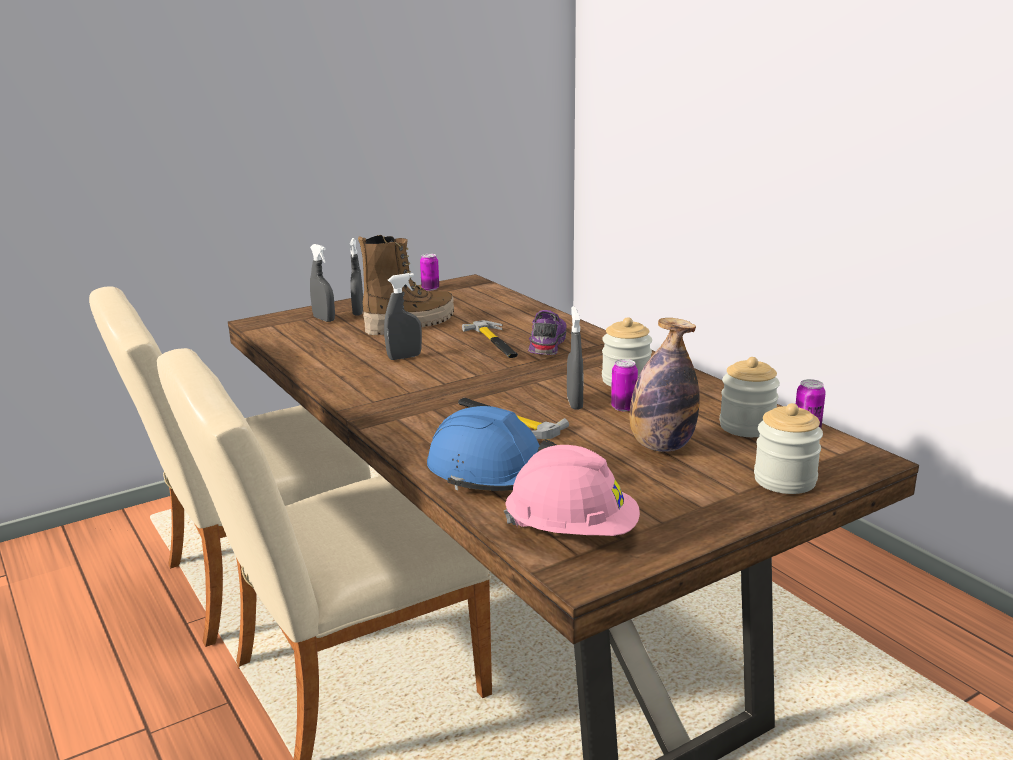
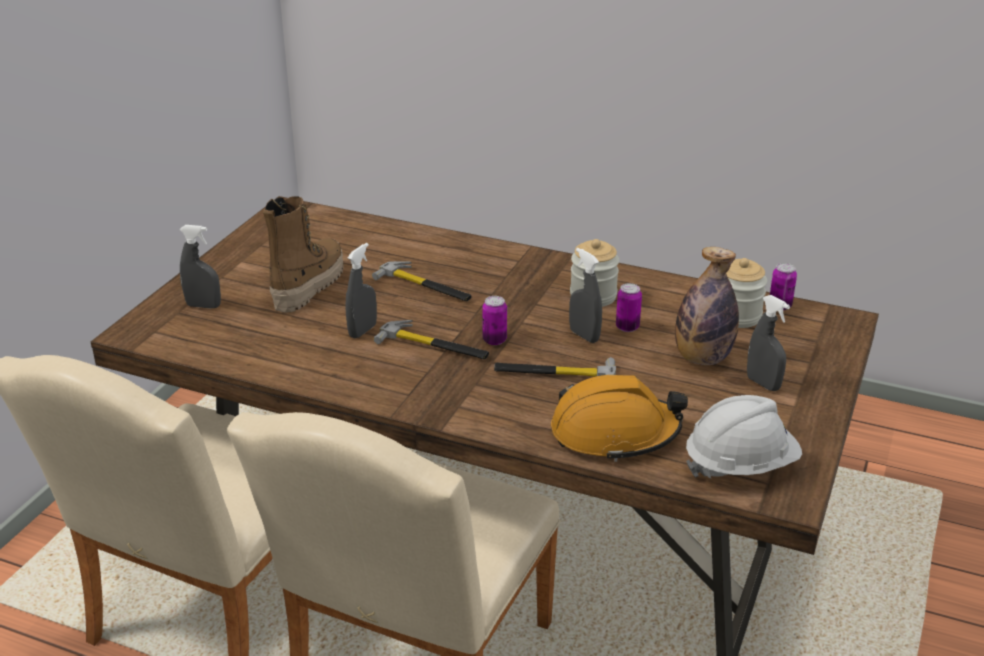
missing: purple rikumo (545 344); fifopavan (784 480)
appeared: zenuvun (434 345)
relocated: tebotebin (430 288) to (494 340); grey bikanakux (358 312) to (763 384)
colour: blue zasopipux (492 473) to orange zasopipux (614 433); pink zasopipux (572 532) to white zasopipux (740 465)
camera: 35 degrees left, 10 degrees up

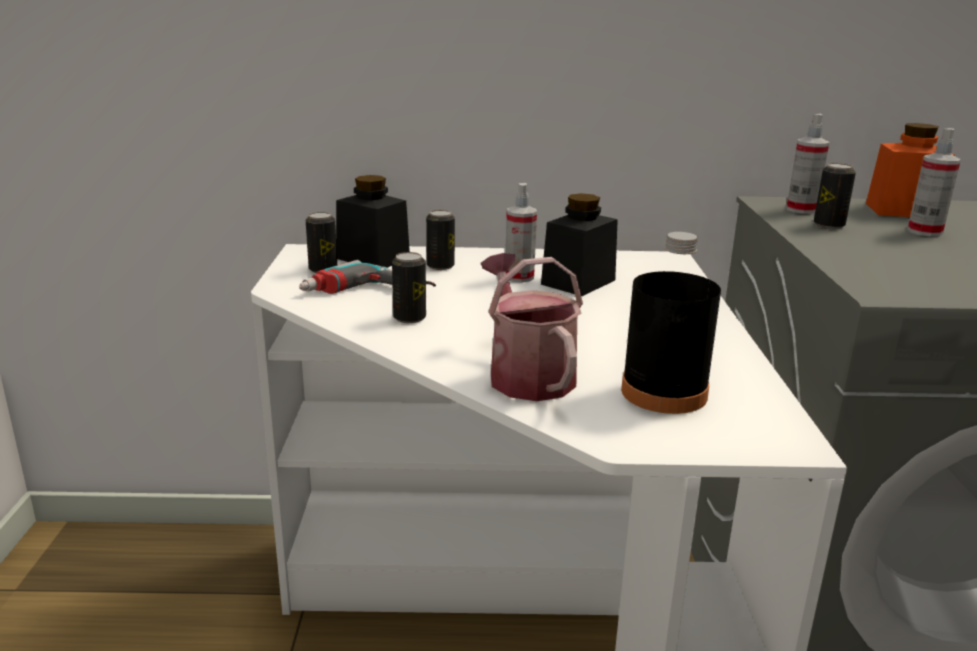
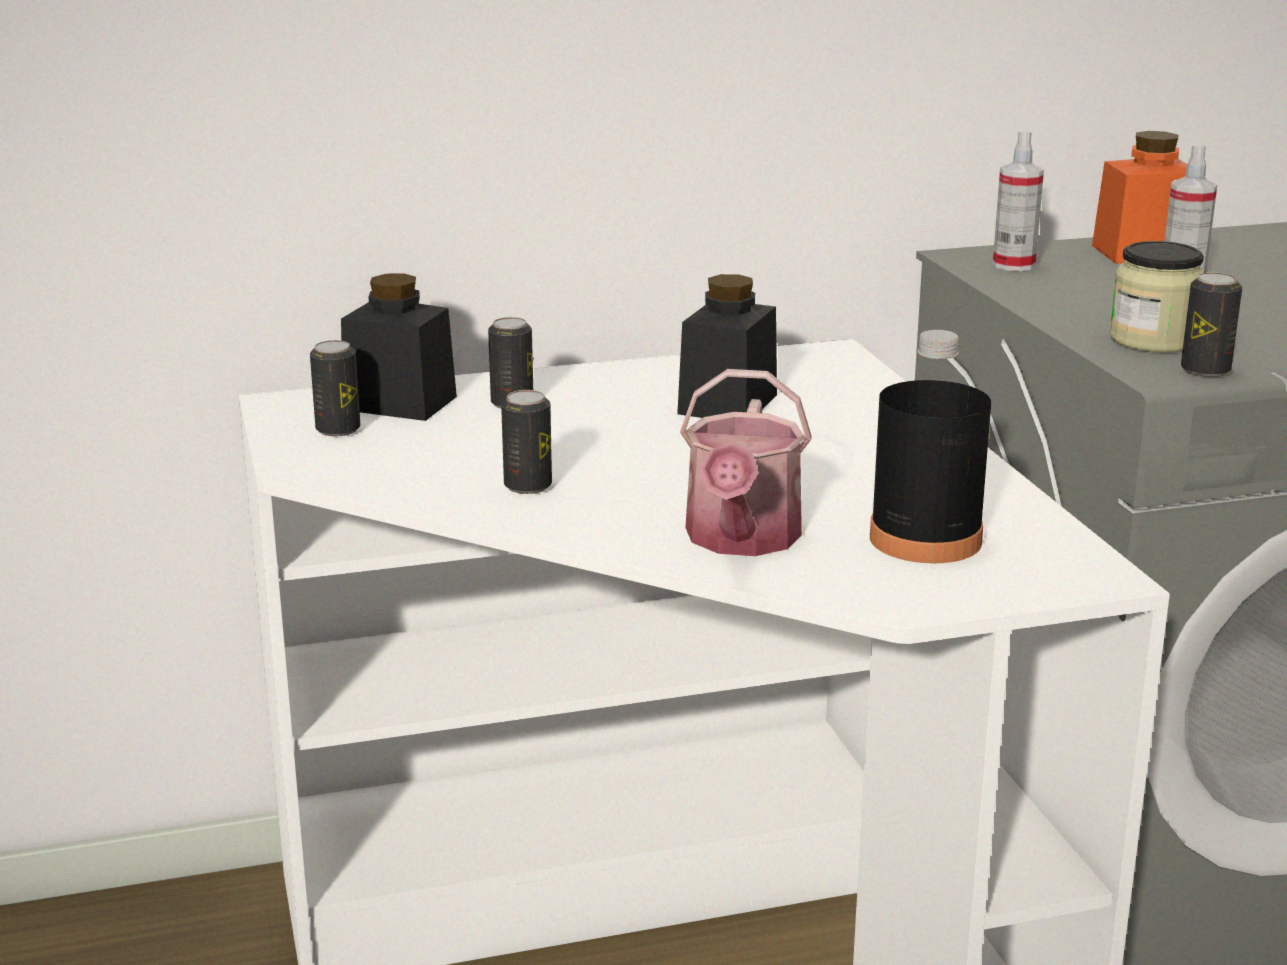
missing: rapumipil (366 294); bikanakux (519 277)
appeared: fifopavan (1153 340)
relocated: tebotebin (829 225) to (1205 370)
spun: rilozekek (526 374) = (741 540) 135 degrees counterclockwise
camera: 15 degrees left, 0 degrees up

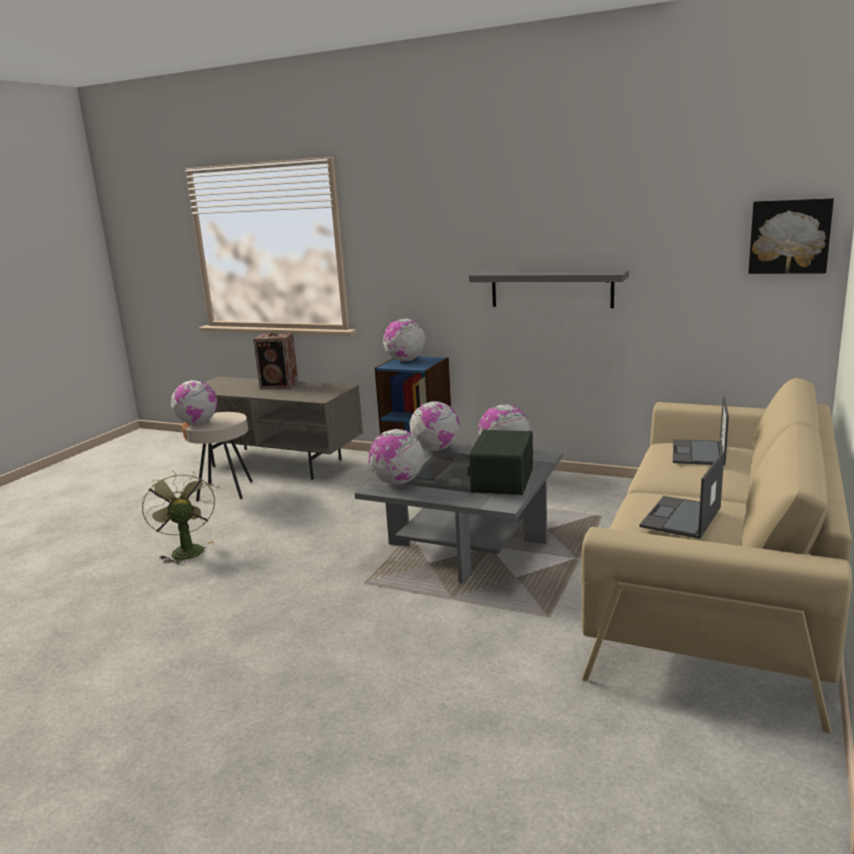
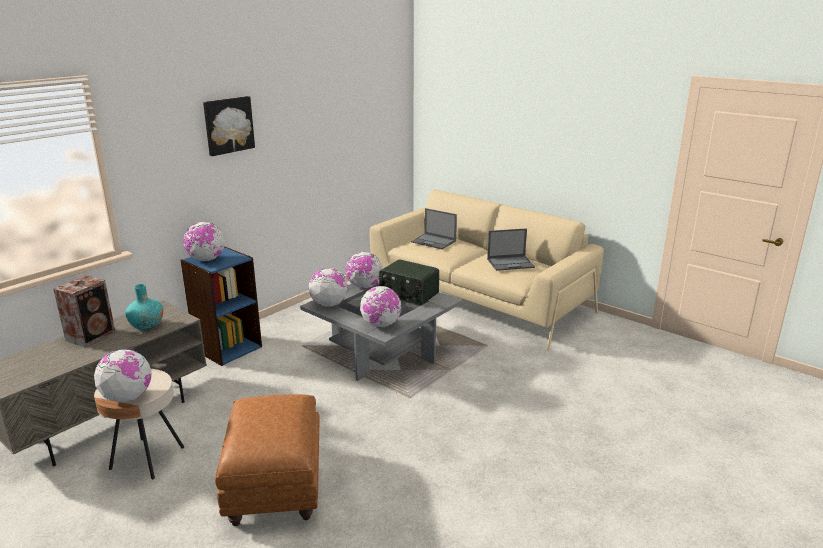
missing: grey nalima (551 289)
appeared: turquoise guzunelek (147 326)
relocated: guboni (789 236) to (228 125)
exchanged: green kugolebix (185 550) to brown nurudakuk (276 486)
spun: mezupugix (681 518) = (511 263) 60 degrees counterclockwise
camera: 75 degrees left, 5 degrees up

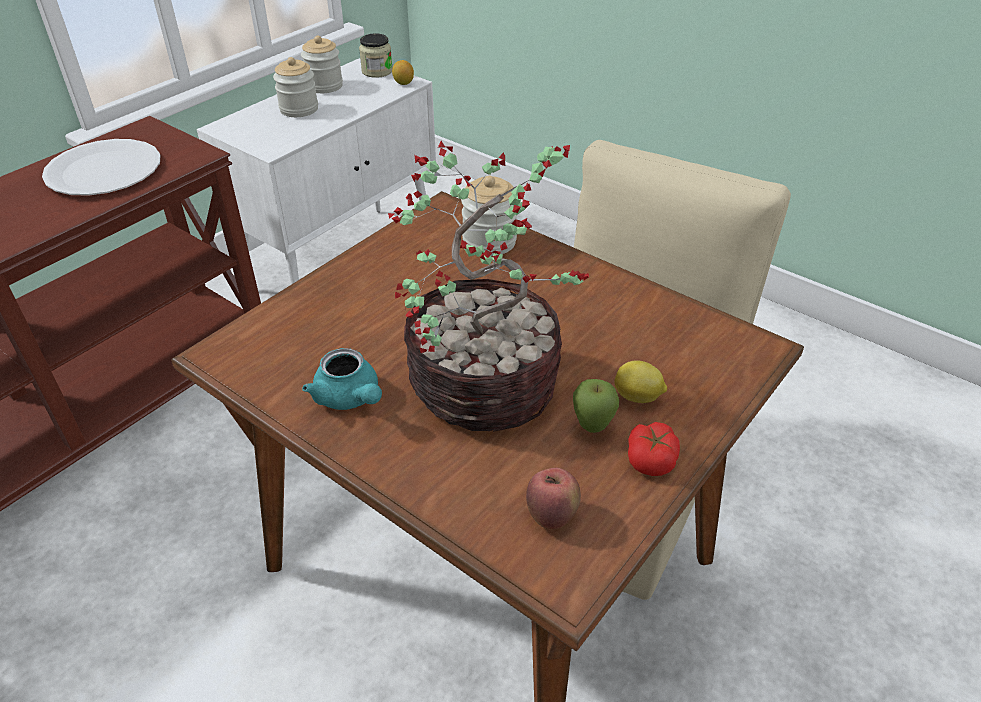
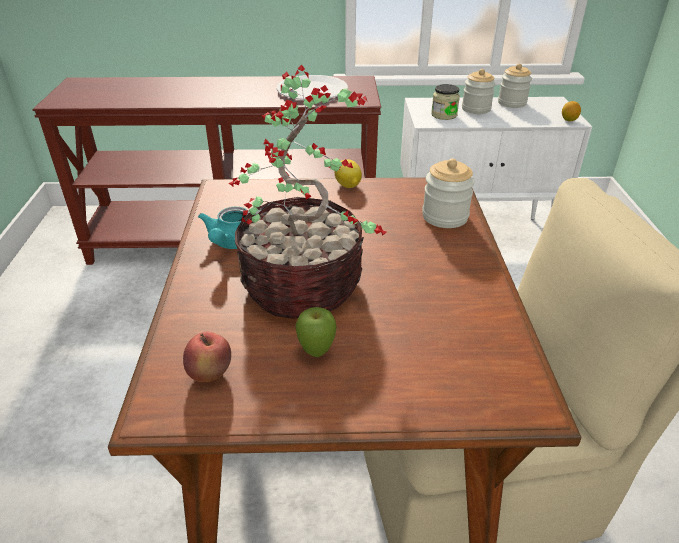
missing: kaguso (651 459)
relocated: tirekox (638 397) to (348 186); fifopavan (377 71) to (444 115)
camera: 50 degrees right, 5 degrees down

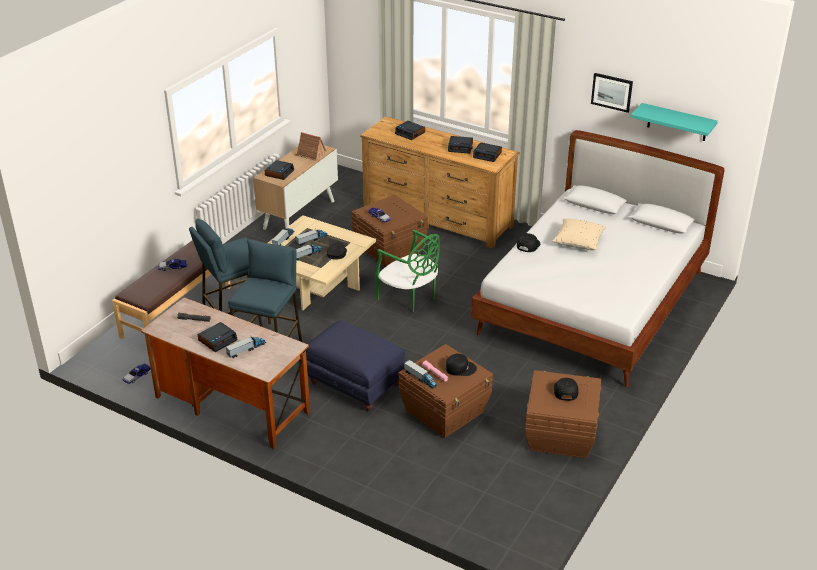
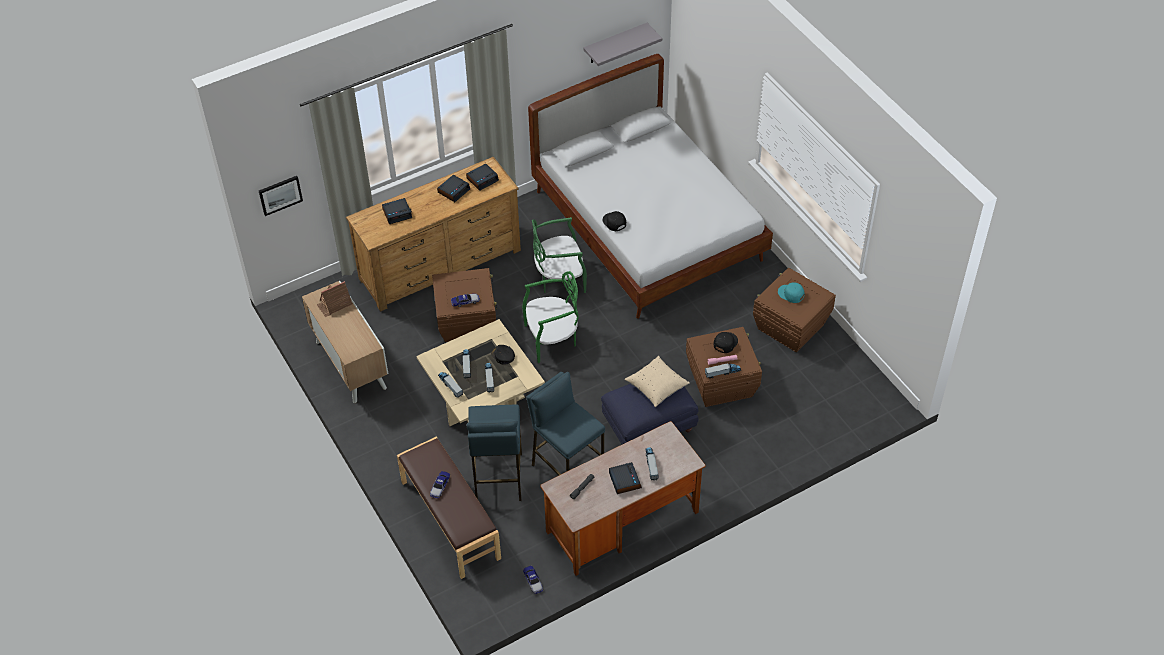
missing: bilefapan (279 173)
appeared: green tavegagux (559 278)
relocated: guboni (612 92) to (280 195); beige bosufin (578 242) to (656 387)
colour: turquoise nalima (677 122) to grey nalima (615 43); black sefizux (565 390) to turquoise sefizux (791 294)
camera: 60 degrees left, 15 degrees up

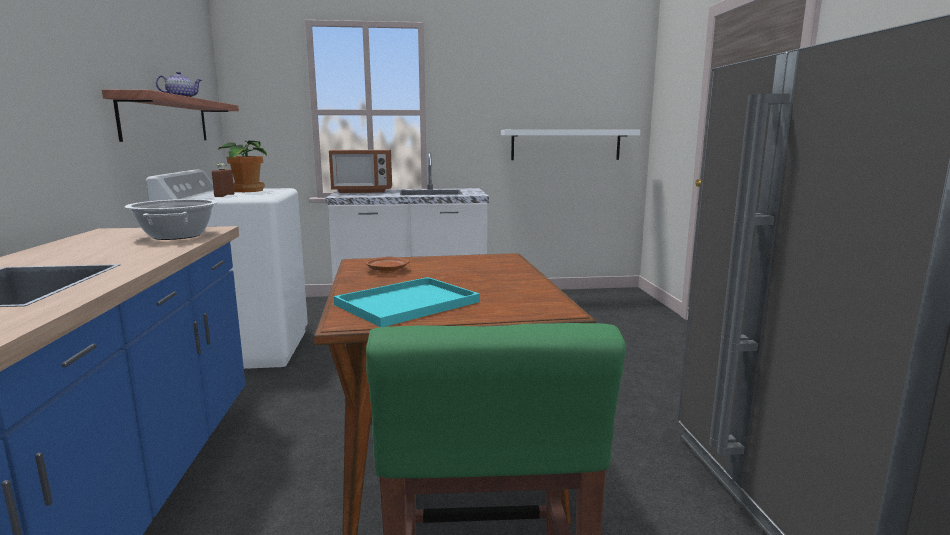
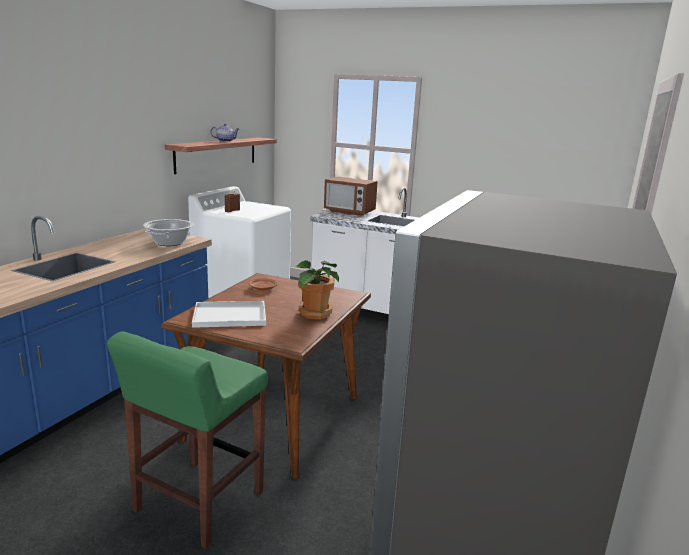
missing: white nalima (566 145)
relocated: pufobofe (246 191) to (314 314)
colour: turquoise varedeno (408 302) to white varedeno (231 315)
camera: 30 degrees right, 5 degrees up

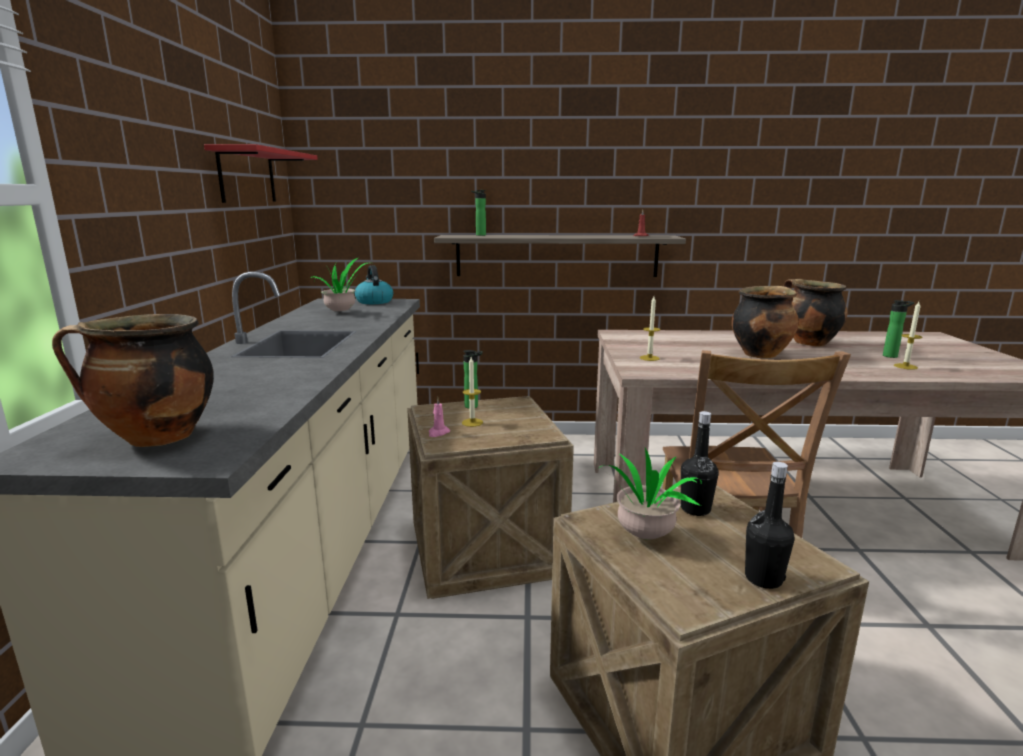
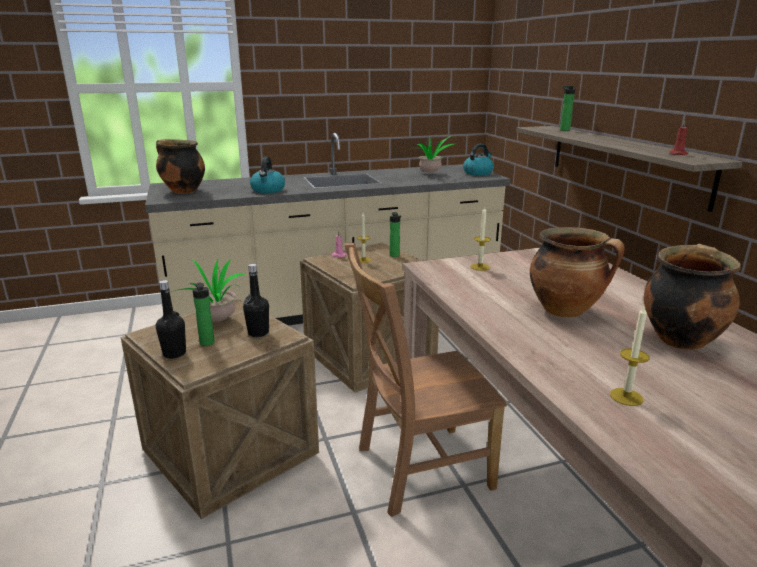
missing: red nalima (247 176)
appeared: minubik (268 190)
relocated: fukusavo (892 356) to (207 344)
camera: 70 degrees right, 5 degrees up

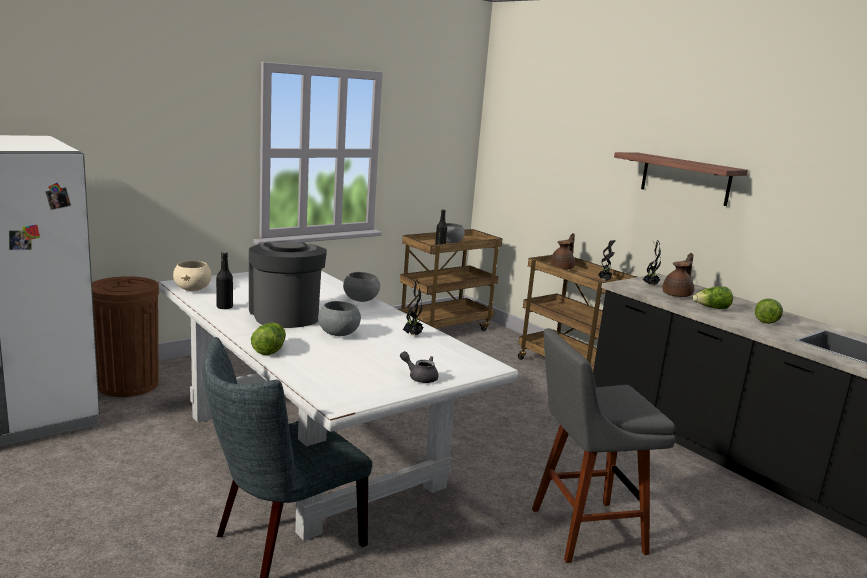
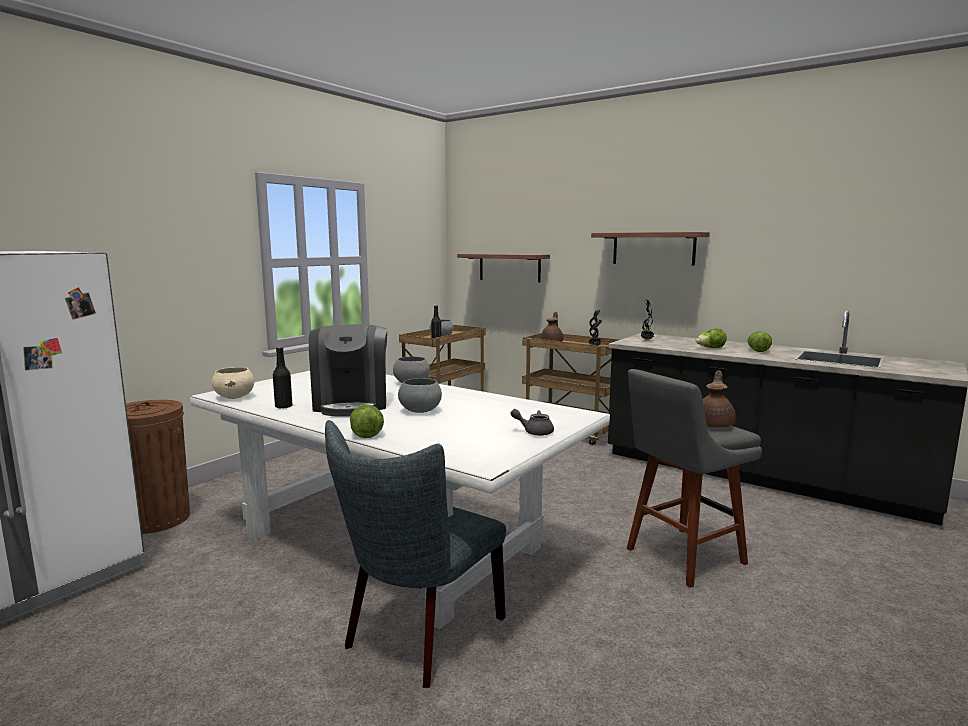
missing: pufobofe (412 335)
appeared: nalima (509 267)
relocated: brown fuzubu (678 295) to (715 425)
spun: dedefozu (285 314) = (351 404) 150 degrees counterclockwise
camera: 15 degrees left, 5 degrees down

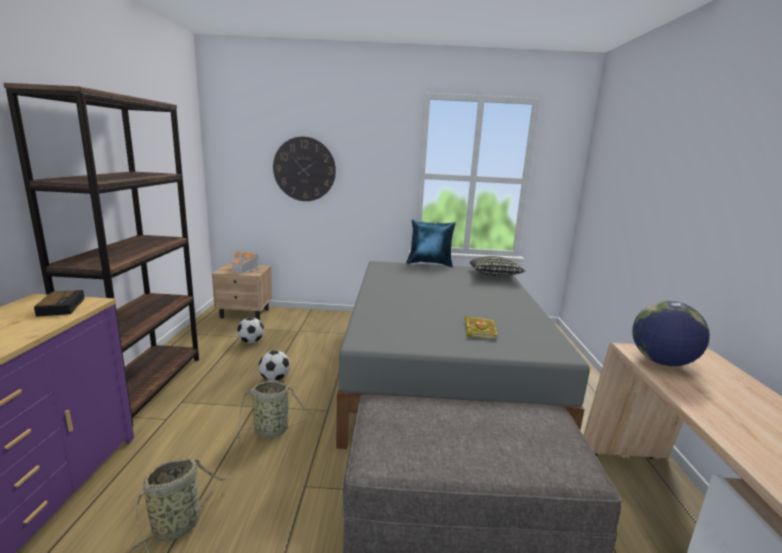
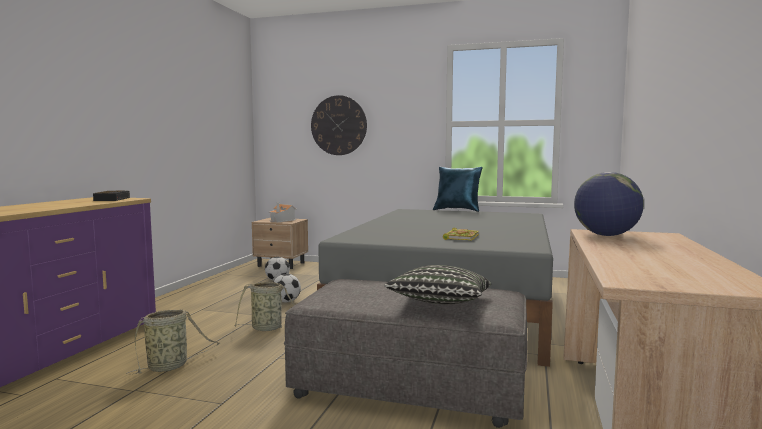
missing: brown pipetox (144 387)
relocated: bosufin (494 276) to (440 304)
camera: 15 degrees right, 10 degrees down

